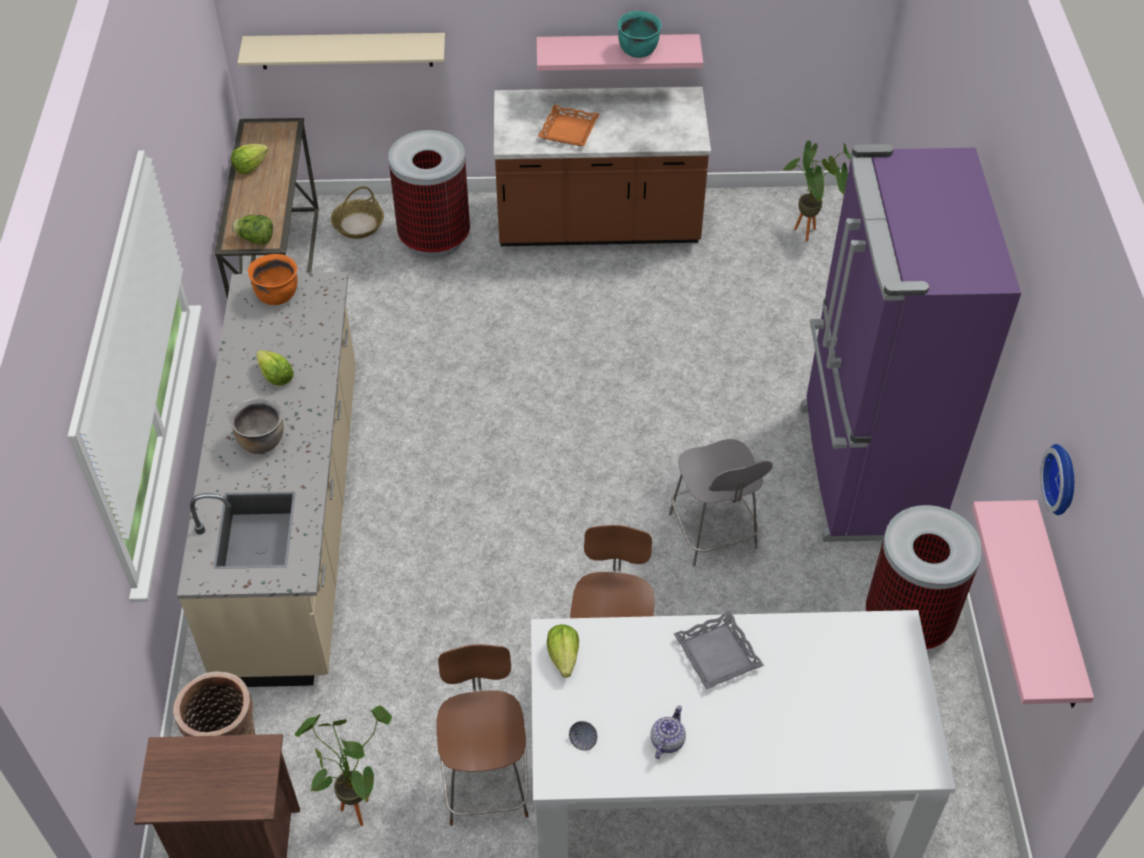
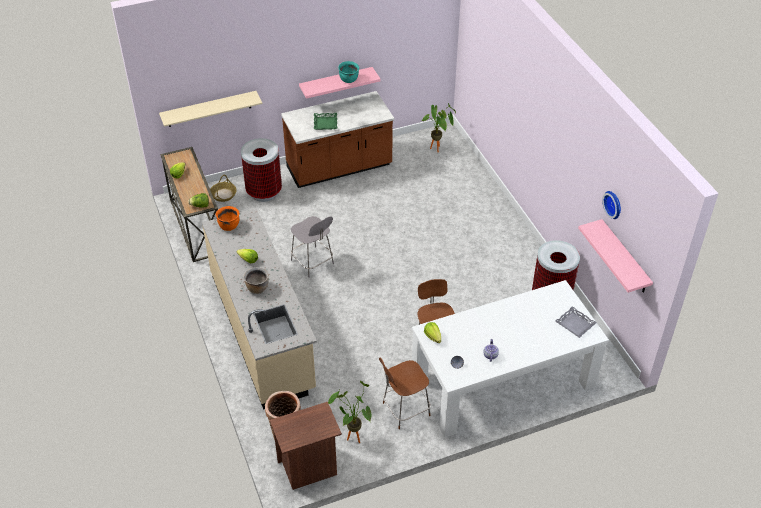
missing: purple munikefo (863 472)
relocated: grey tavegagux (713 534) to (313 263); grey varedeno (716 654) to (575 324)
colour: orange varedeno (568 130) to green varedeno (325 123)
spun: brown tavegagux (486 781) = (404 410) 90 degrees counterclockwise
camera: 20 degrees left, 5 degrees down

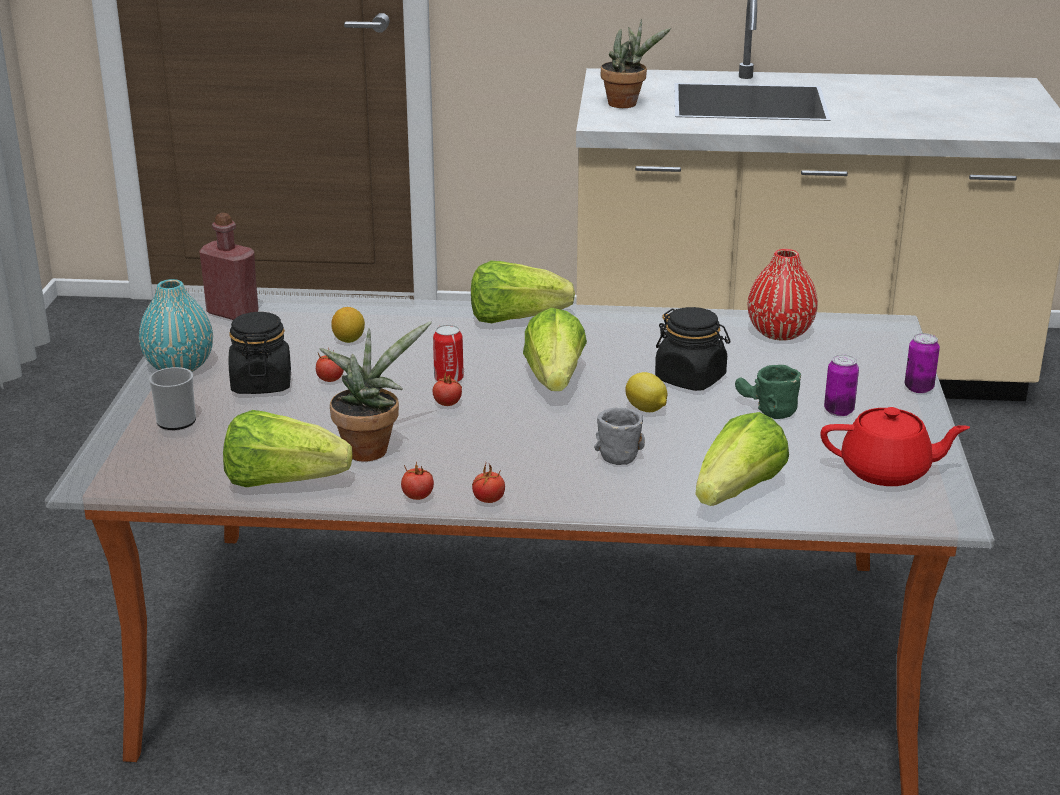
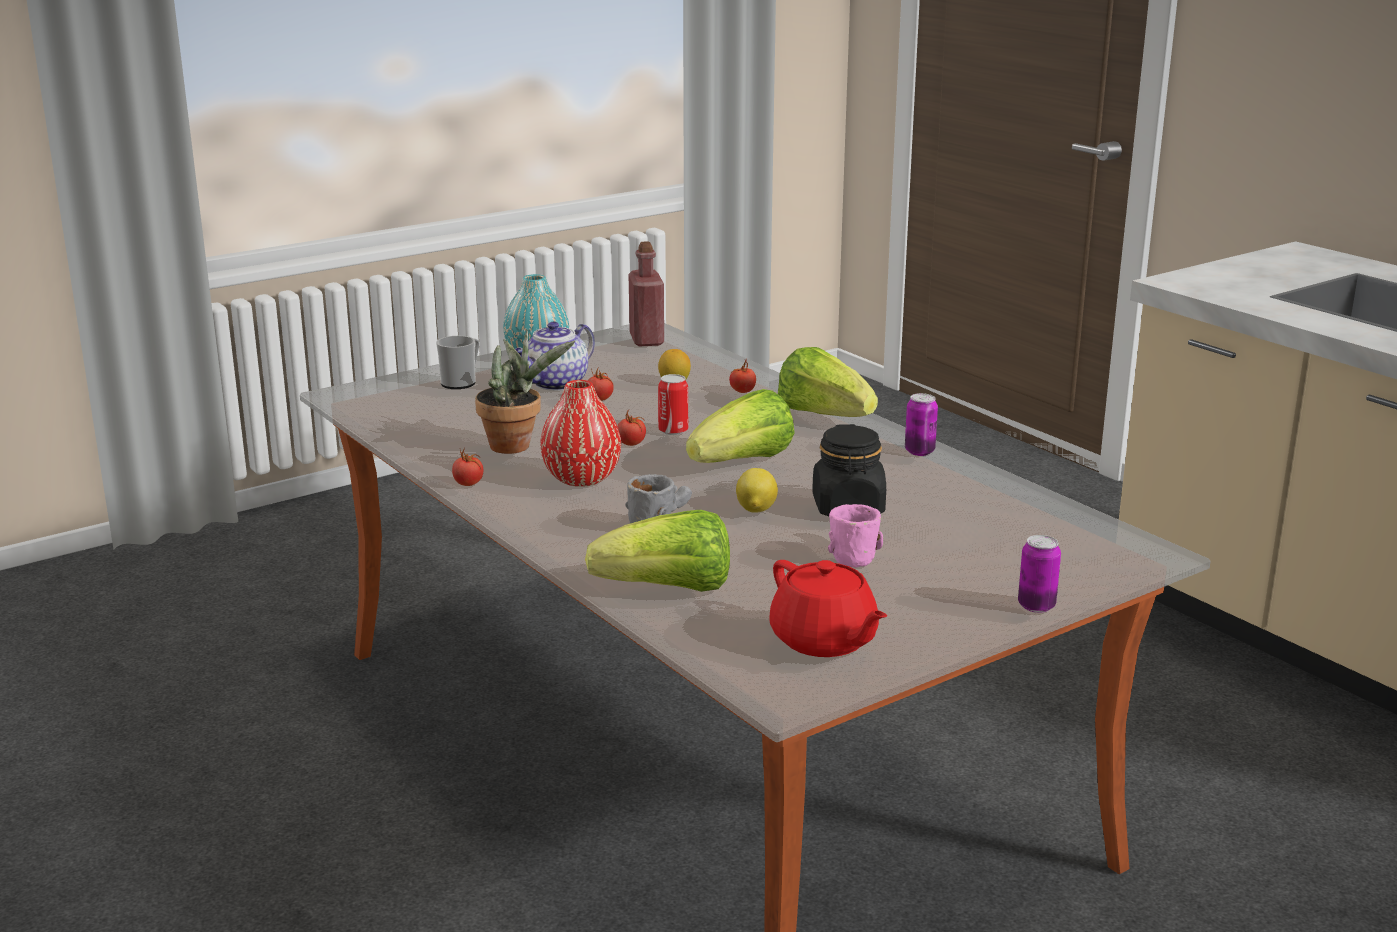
missing: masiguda (282 481); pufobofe (627 104)
relocated: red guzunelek (780 333) to (581 478); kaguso (488 500) to (742 391); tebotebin (838 411) to (919 451)
exchanged: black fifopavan (261 383) to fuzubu (555 384)
colour: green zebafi (764 410) to pink zebafi (847 553)
camera: 50 degrees right, 5 degrees down

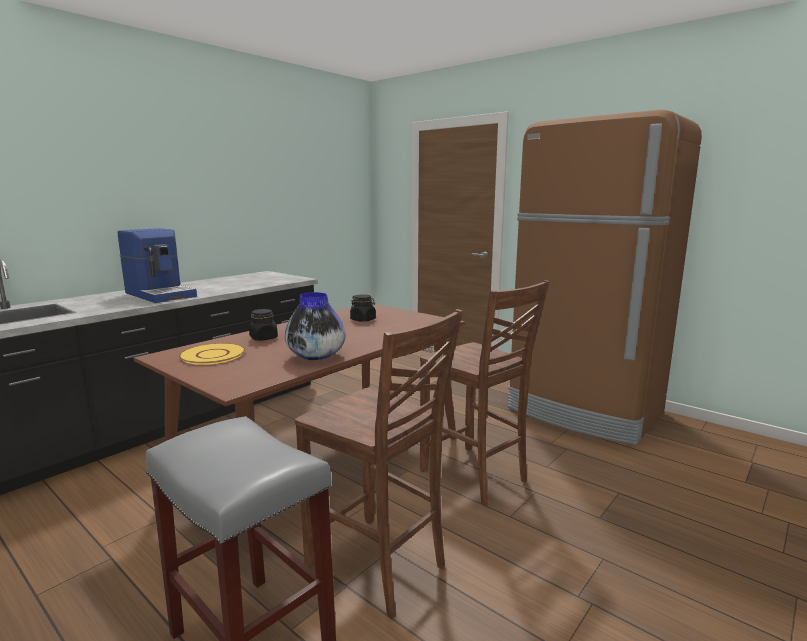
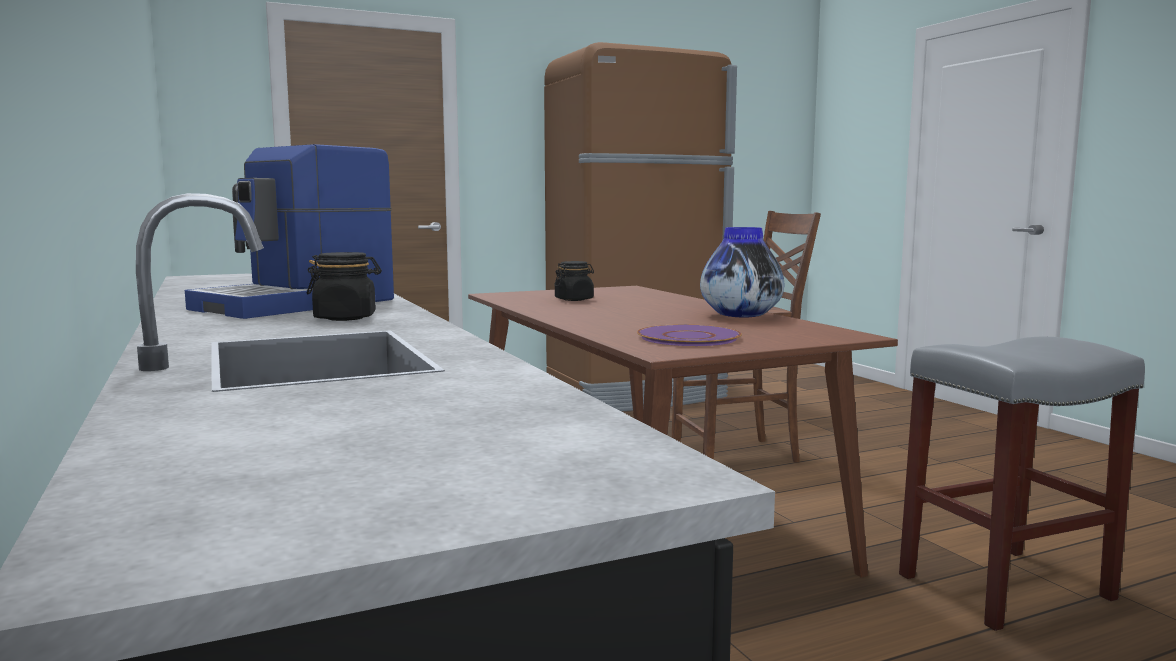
missing: brown tavegagux (378 567)
relocated: black fifopavan (263 338) to (346 318)
colour: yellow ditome (212 355) to purple ditome (689 337)
spun: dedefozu (161 294) = (299 304) 150 degrees clockwise
camera: 65 degrees left, 5 degrees down

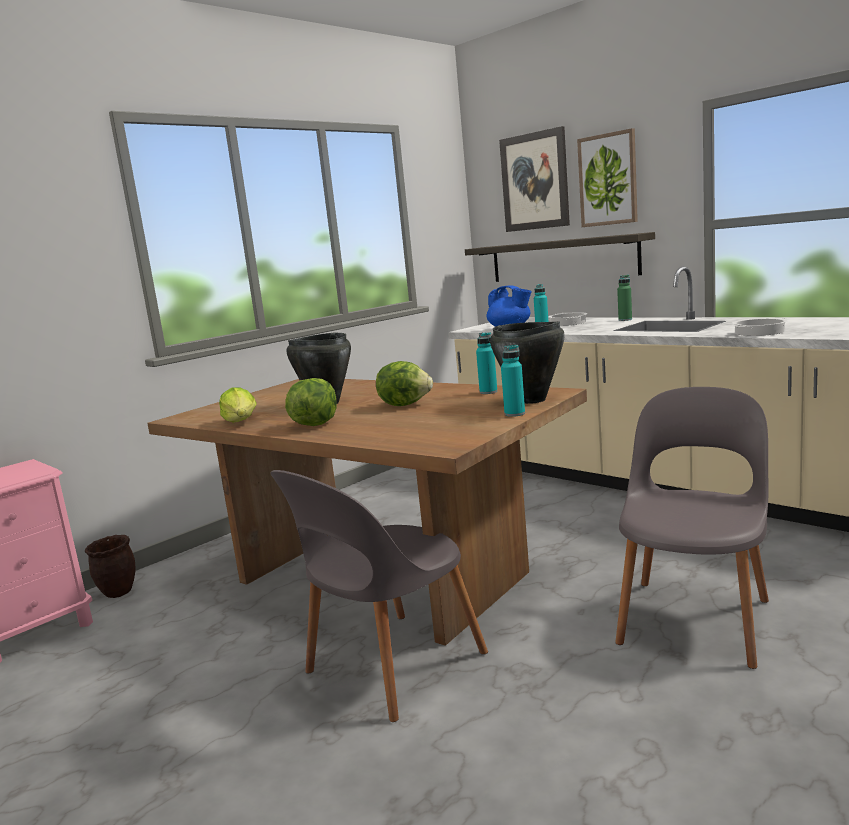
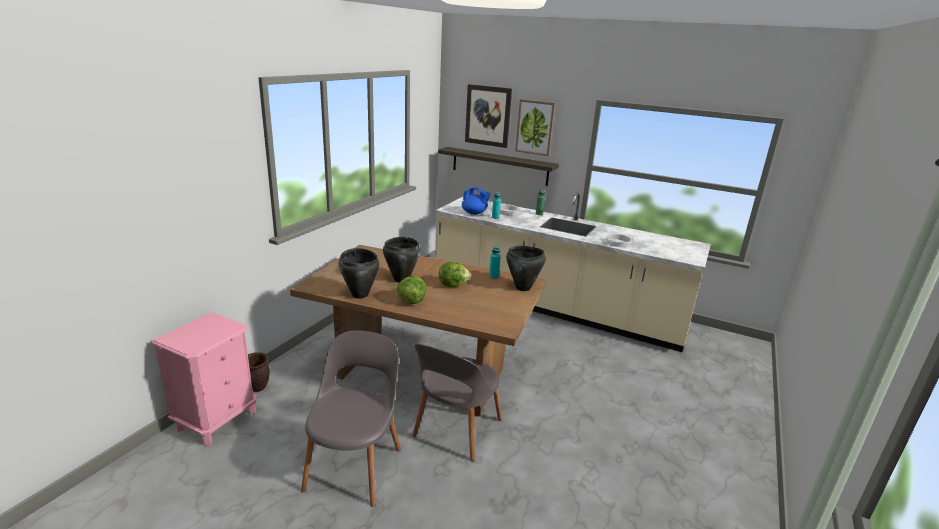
missing: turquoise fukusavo (514 414)
relocated: grey tavegagux (695 617) to (355 465)
exchanged: masiguda (241 422) to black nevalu (360 294)
camera: 20 degrees left, 10 degrees up

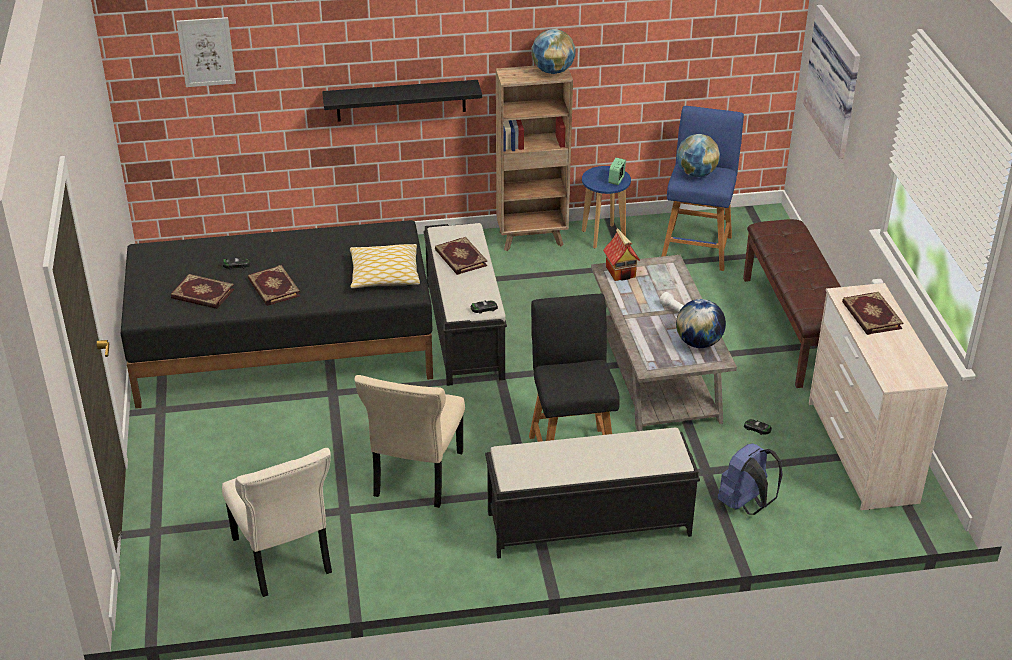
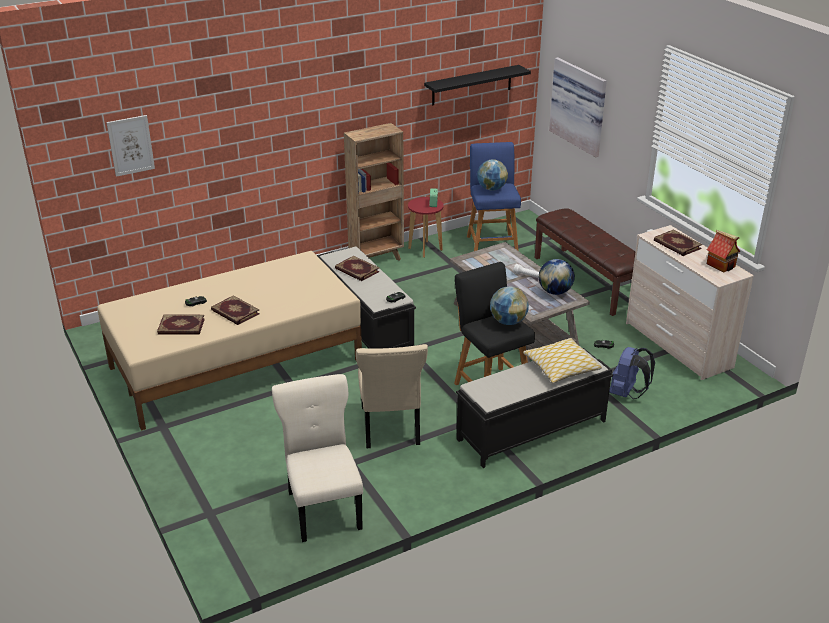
relocated: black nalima (401 100) to (472 85); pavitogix (552 71) to (508 322); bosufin (384 275) to (561 368); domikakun (621 272) to (721 265)
colour: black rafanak (282 347) to beige rafanak (234 363); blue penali (603 237) to red penali (425 249)
spun: beige tavegagux (283 558) = (324 508) 150 degrees counterclockwise
camera: 20 degrees left, 5 degrees down

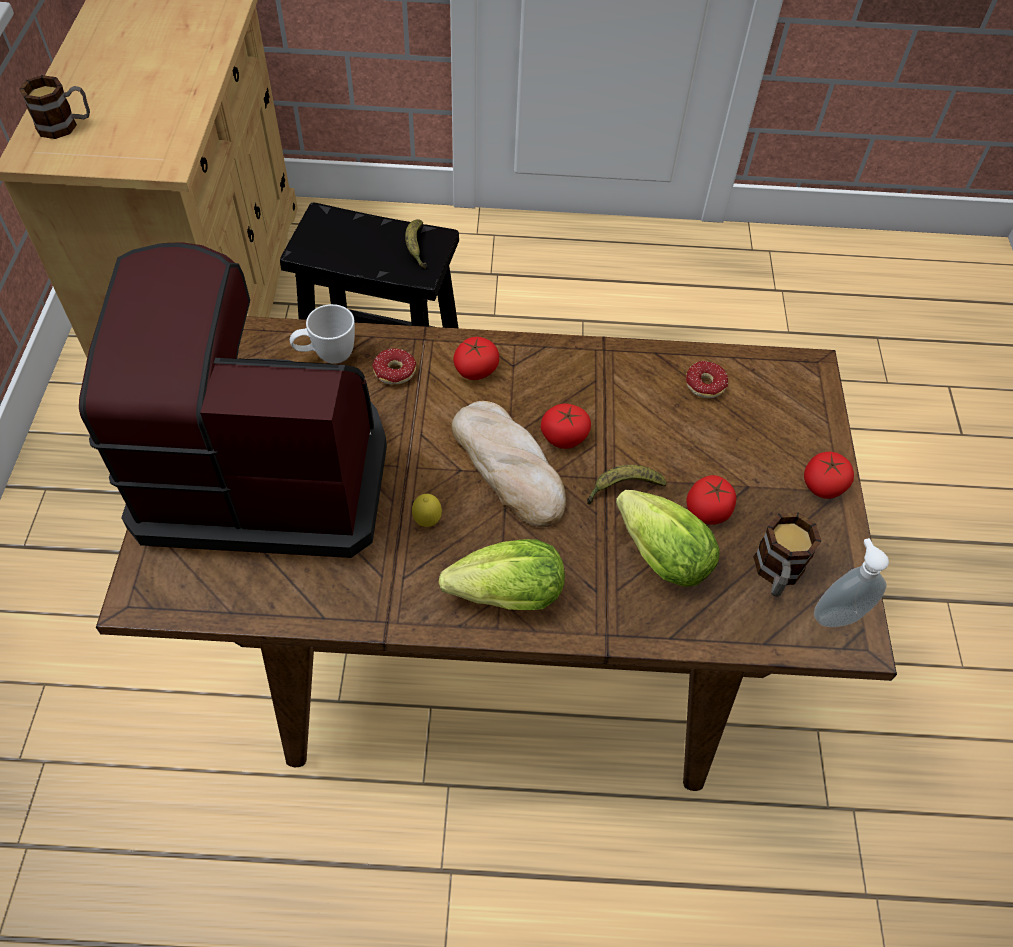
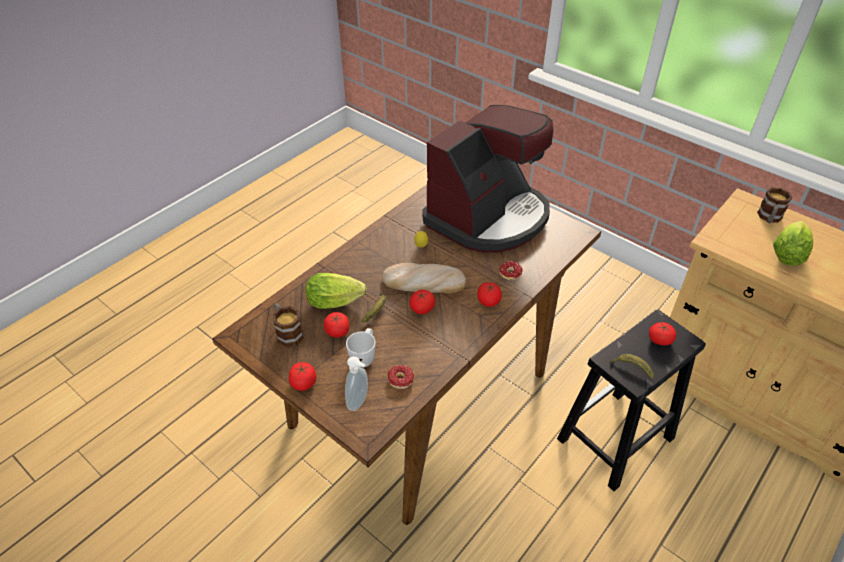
appeared: kaguso (660 339)
relocated: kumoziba (836 614) to (359 402); white zebafi (326 356) to (364 357); masiguda (500 595) to (788 253)
camera: 130 degrees right, 10 degrees down

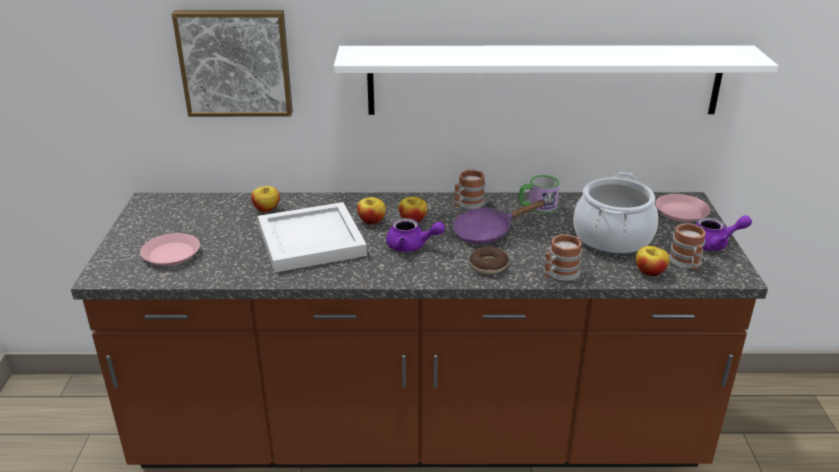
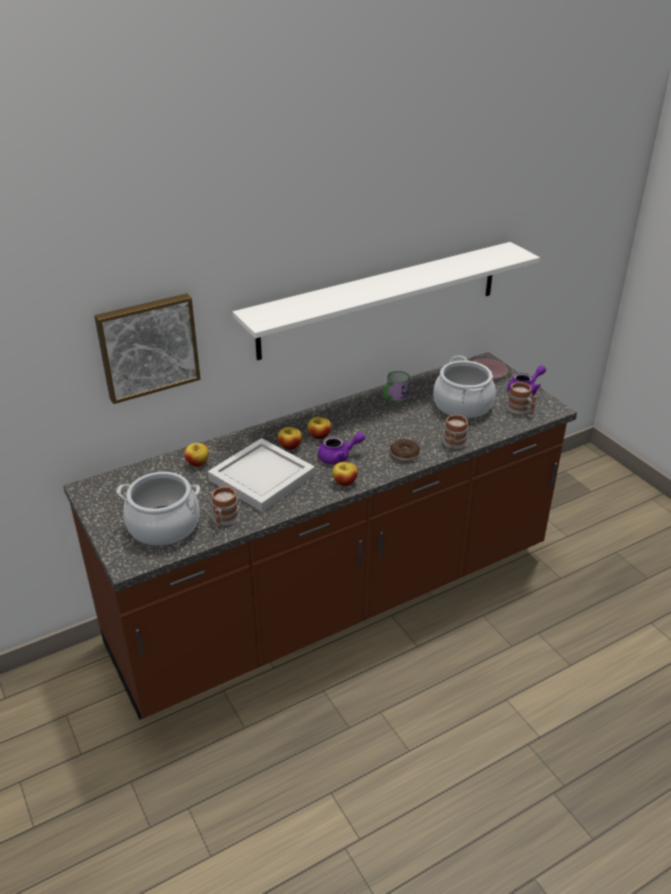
missing: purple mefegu (487 232)
relocated: zebafi (467 204) to (224 520); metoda (650 272) to (344 482)
exchanged: pink ditome (171 254) to nevalu (164 526)
camera: 30 degrees left, 5 degrees up

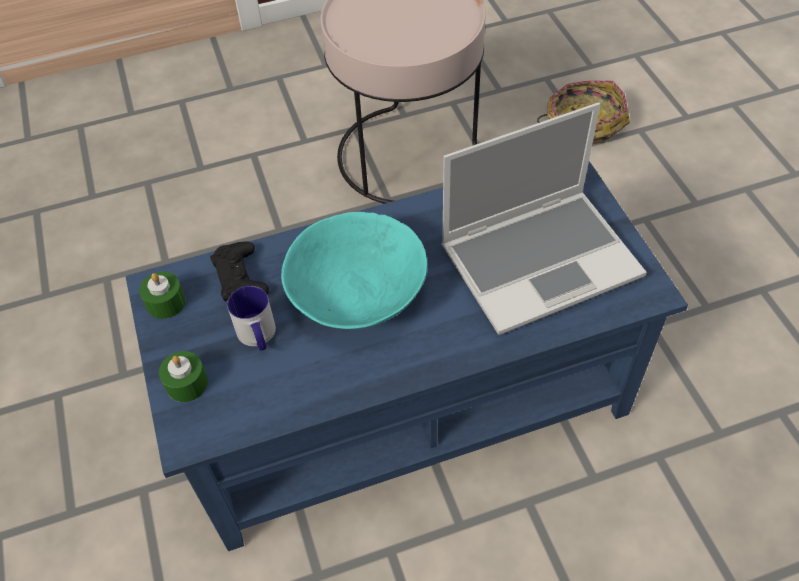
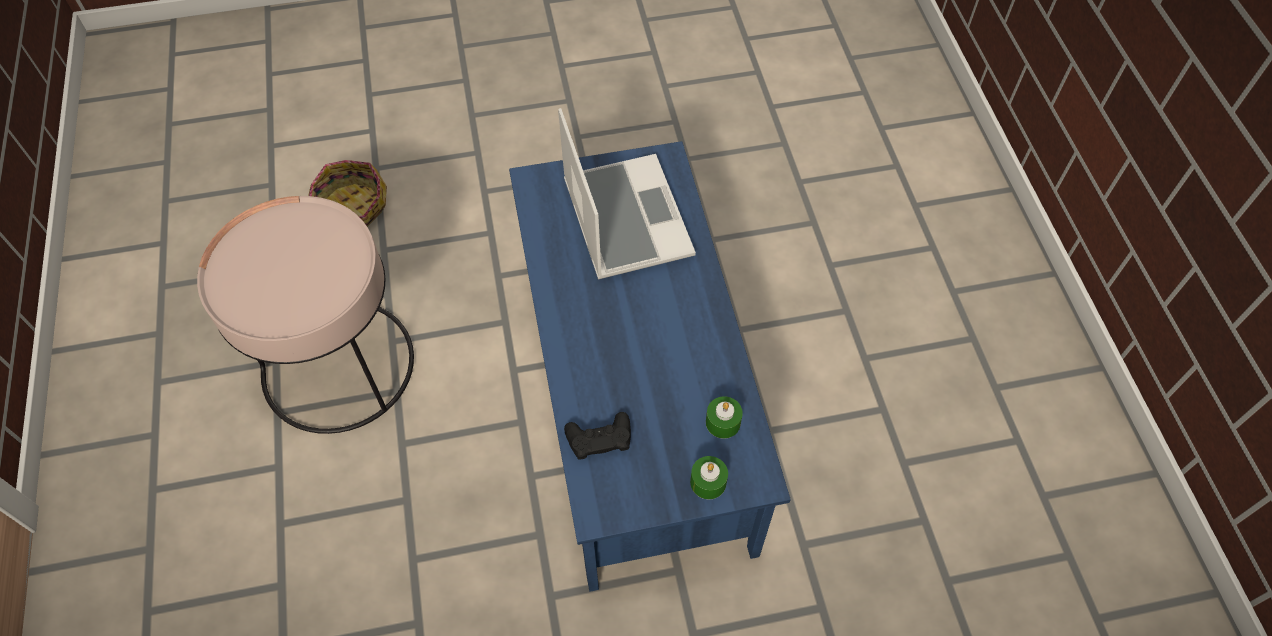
missing: zebafi (258 336); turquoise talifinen (357 294)
relocated: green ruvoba (166 302) to (723 422)
camera: 85 degrees left, 5 degrees up

